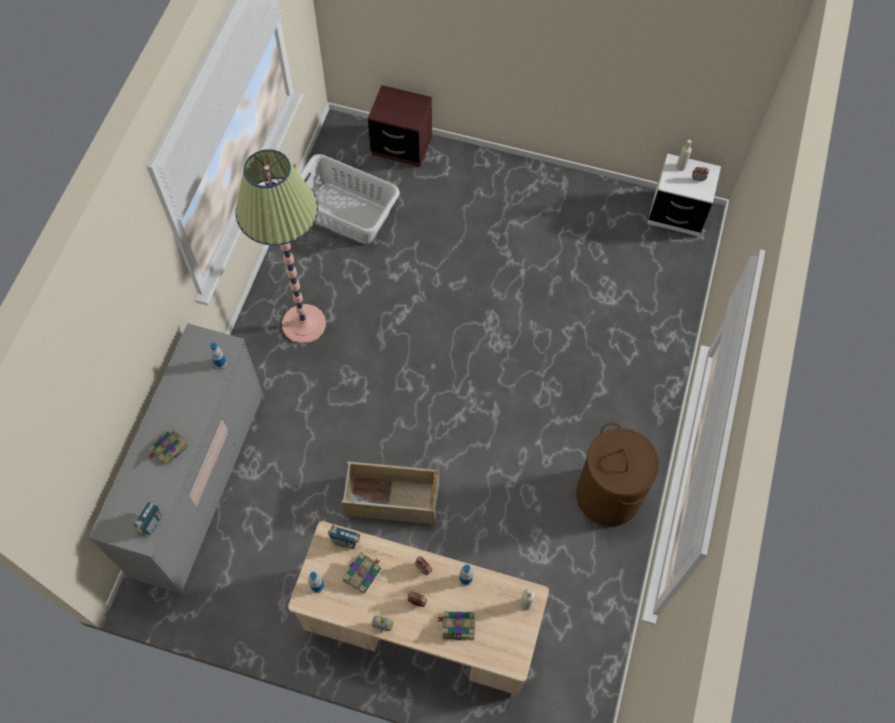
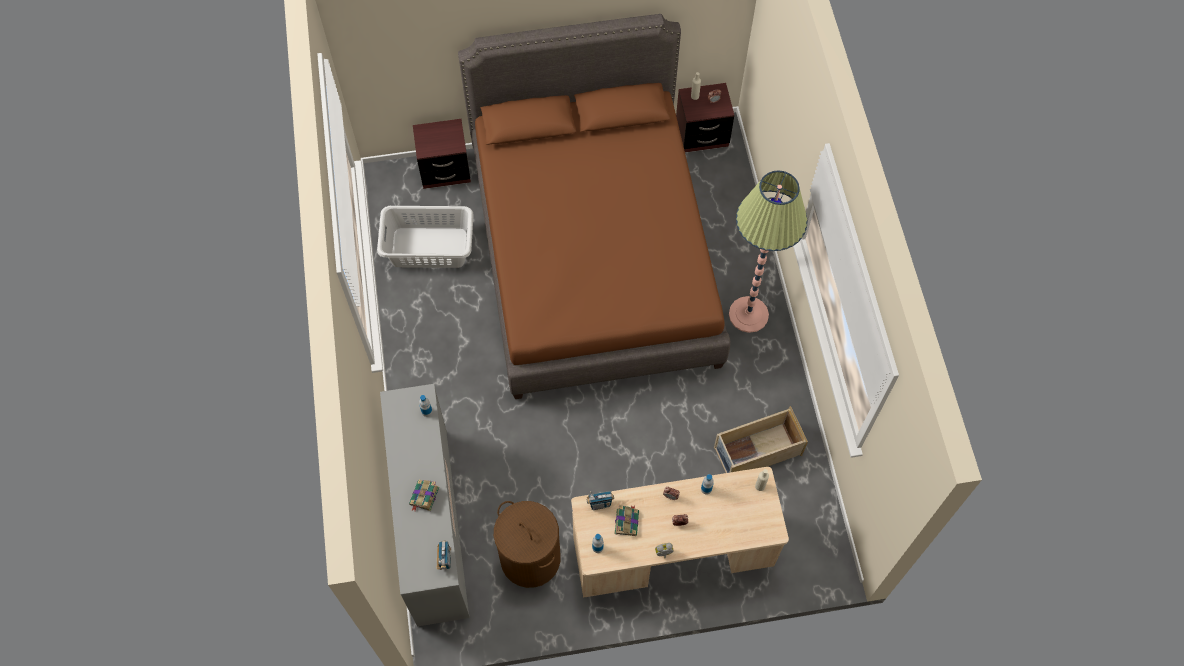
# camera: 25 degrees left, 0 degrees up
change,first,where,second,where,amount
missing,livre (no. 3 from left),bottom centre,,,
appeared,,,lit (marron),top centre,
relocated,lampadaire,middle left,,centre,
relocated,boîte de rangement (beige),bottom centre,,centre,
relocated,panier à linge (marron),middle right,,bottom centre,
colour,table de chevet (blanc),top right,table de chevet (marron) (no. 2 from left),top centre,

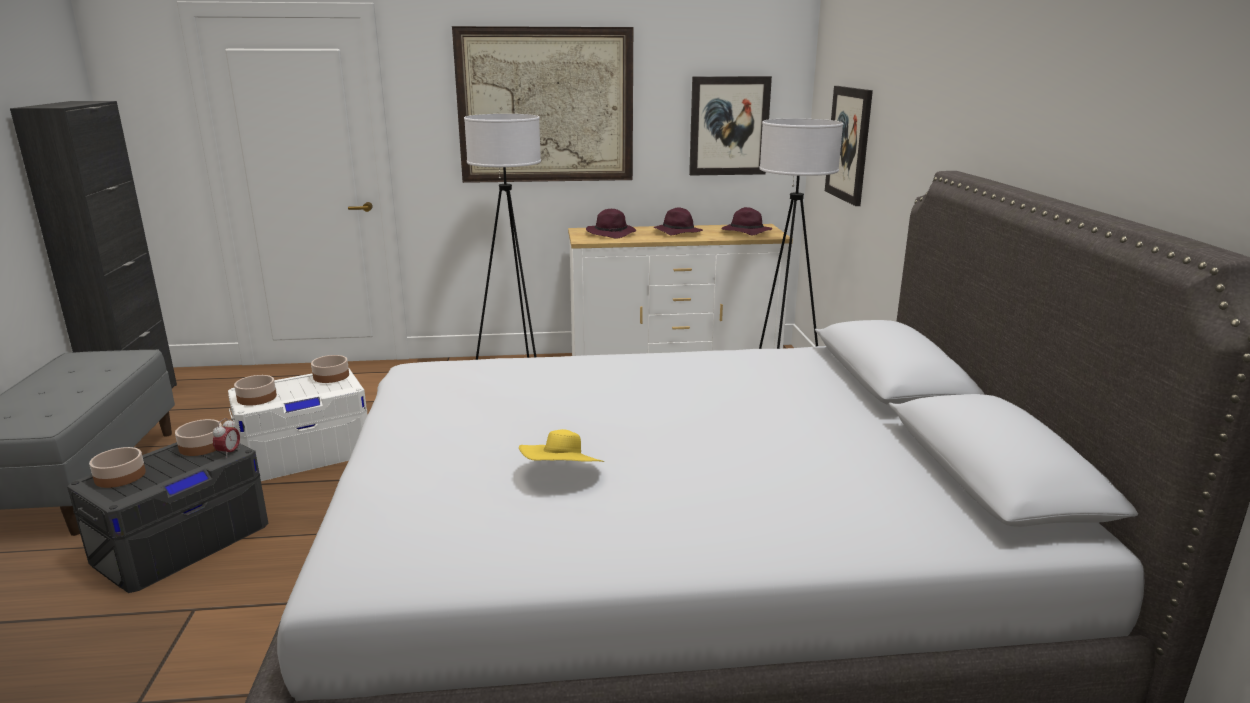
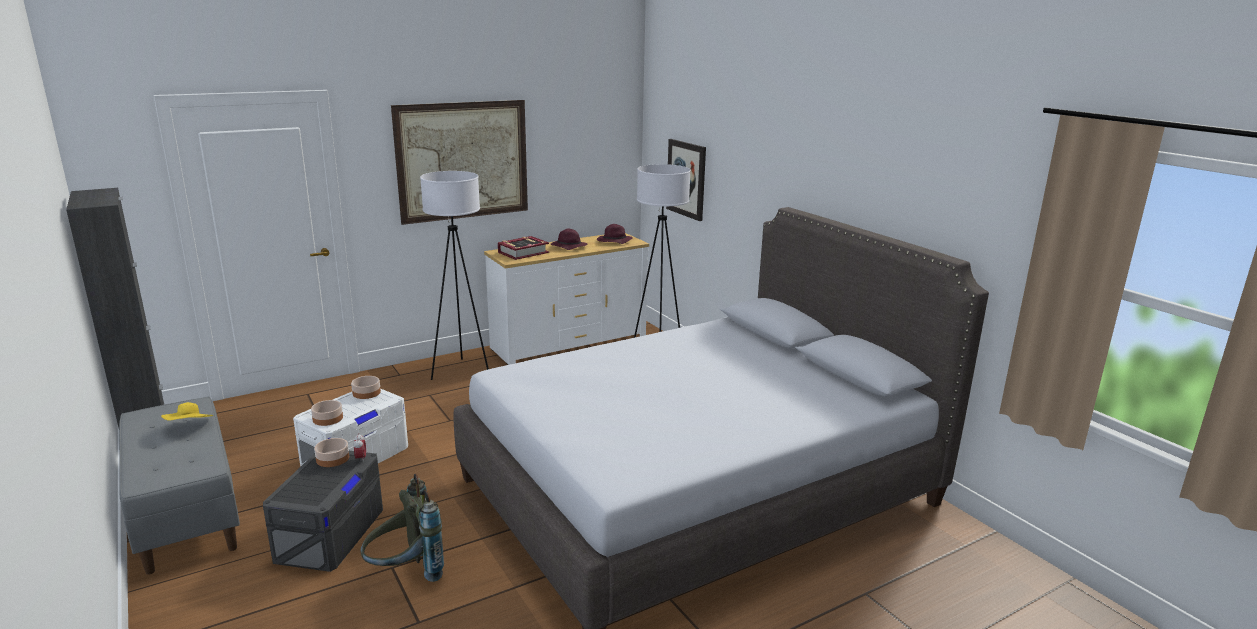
# camera: 25 degrees left, 0 degrees up
change,first,where,second,where,amount
missing,bol (no. 1 from left),middle left,,,
missing,tableau (no. 2 from left),top centre,,,
appeared,,,sac à dos (gris),bottom left,
relocated,chapeau (jaune),centre,,middle left,
exchanged,chapeau (violet) (no. 1 from left),top centre,livre,centre,

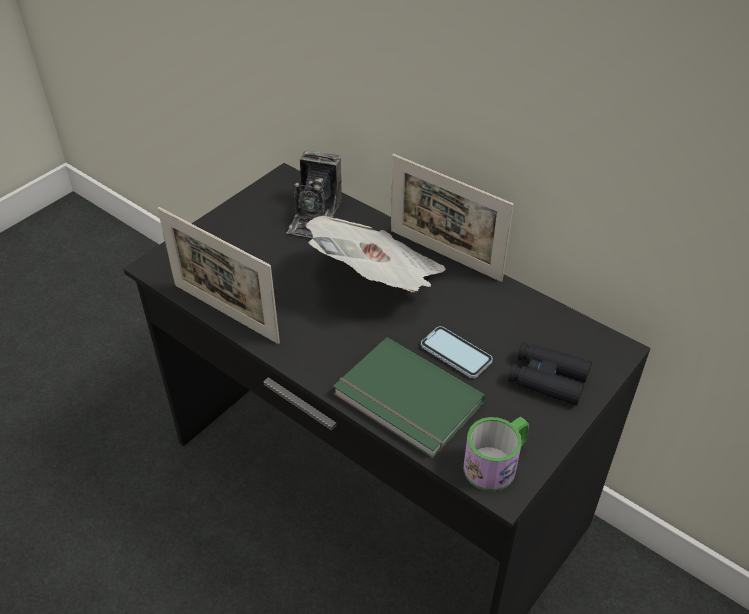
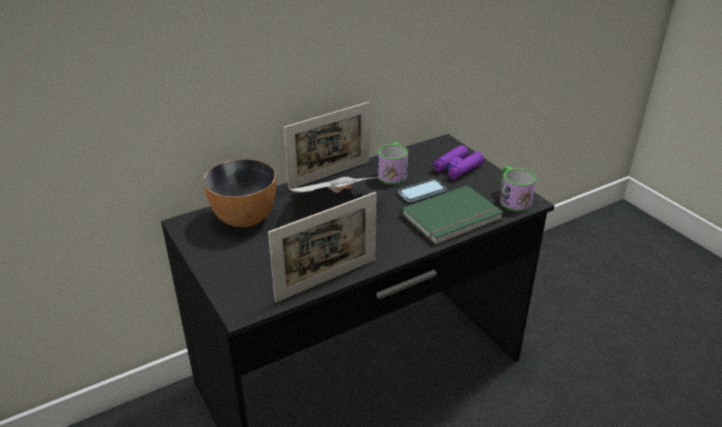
# camera: 70 degrees left, 10 degrees down
change,first,where,second,where,amount
appeared,,,mug (no. 1 from left),centre,
exchanged,appareil photo,top centre,bol,middle left,
colour,jumelles (noir),middle right,jumelles (violet),centre,

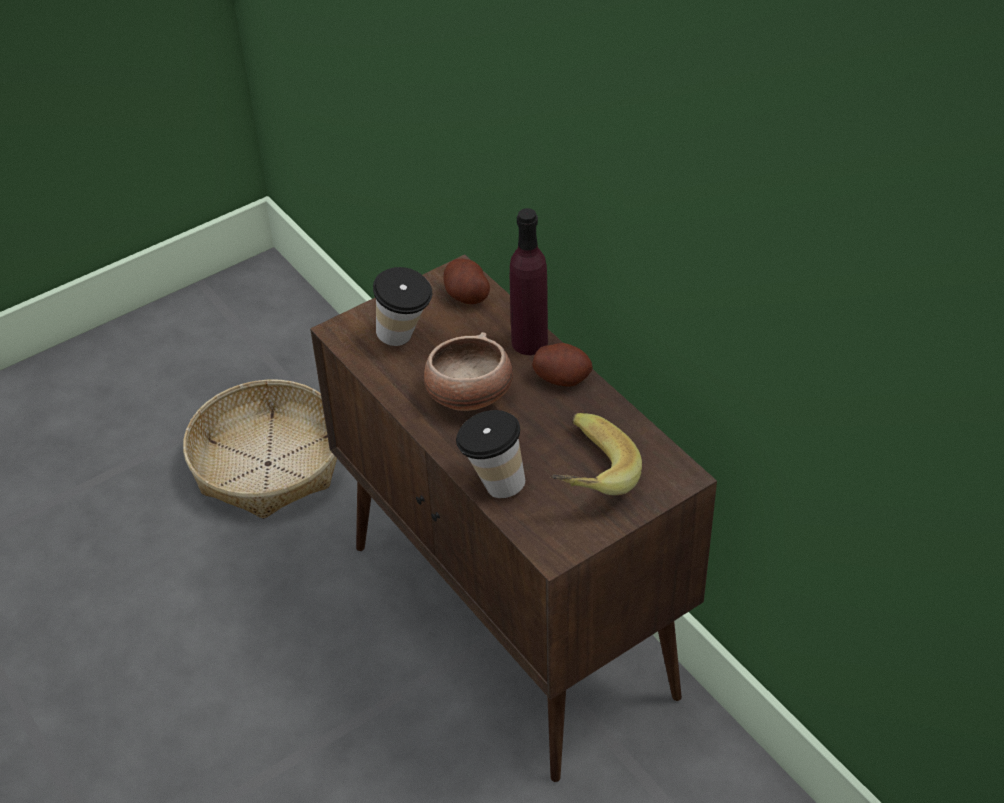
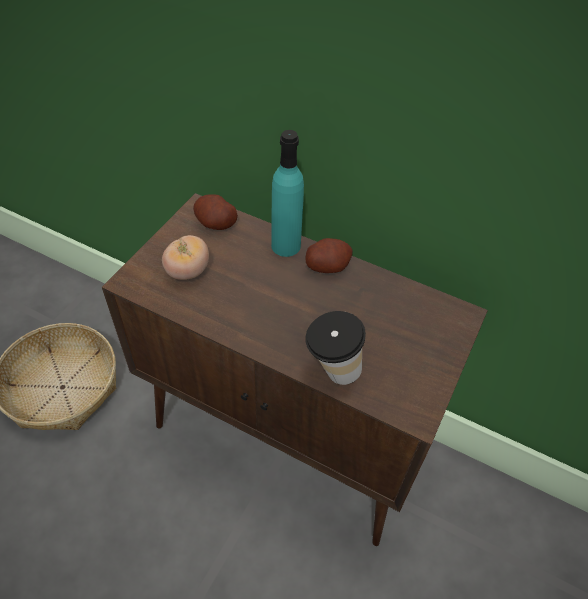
# camera: 30 degrees left, 5 degrees up
change,first,where,second,where,amount
missing,bol,centre,,,
missing,banane,centre,,,
exchanged,tasse (no. 1 from left),centre,tomate,middle left,
colour,bouteille (violet),centre,bouteille (turquoise),top centre,

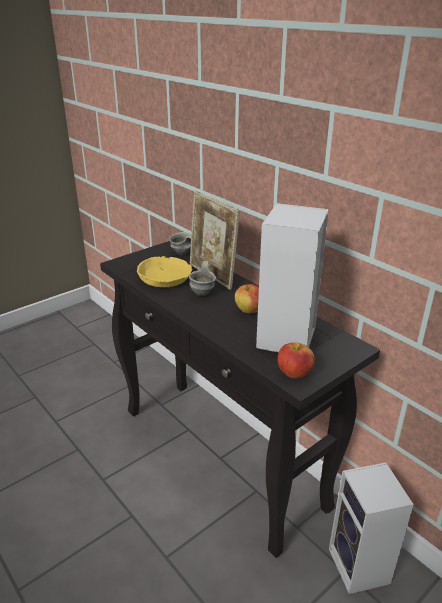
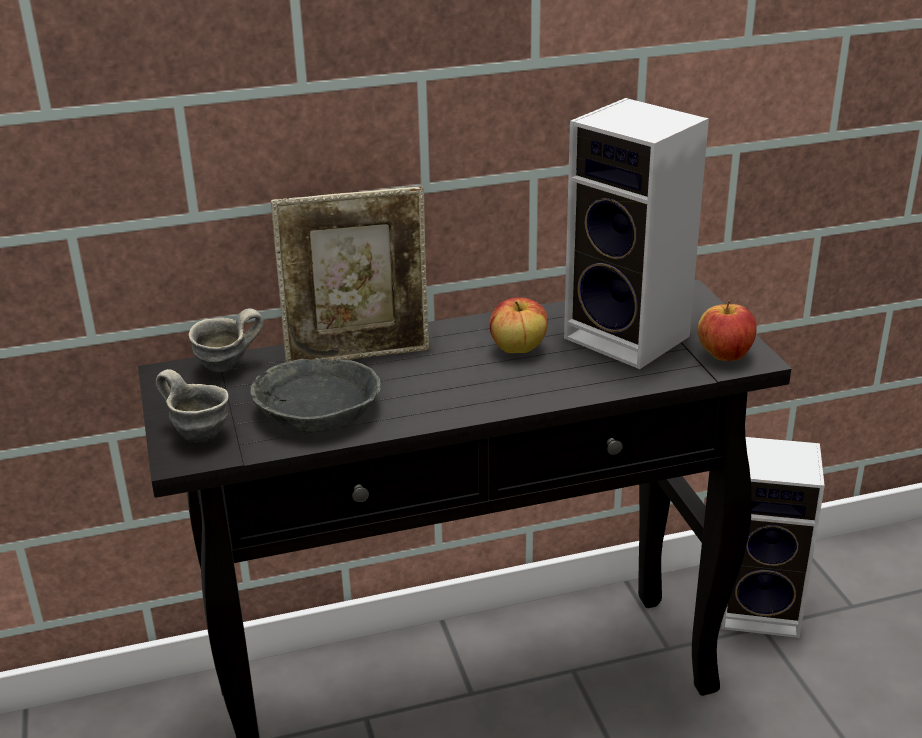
# camera: 65 degrees left, 0 degrees up
change,first,where,second,where,amount
relocated,mug (gris) (no. 2 from left in the first image),centre,mug (gris) (no. 1 from left),middle left,
colour,bol (jaune),centre,bol (gris),centre,

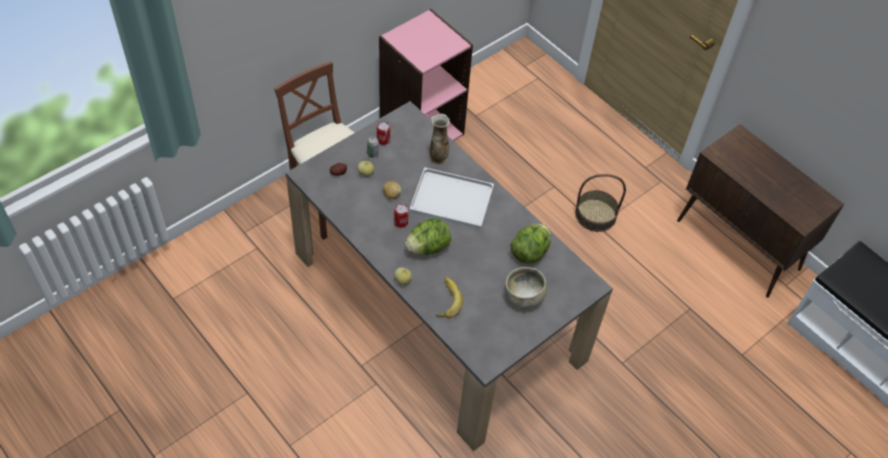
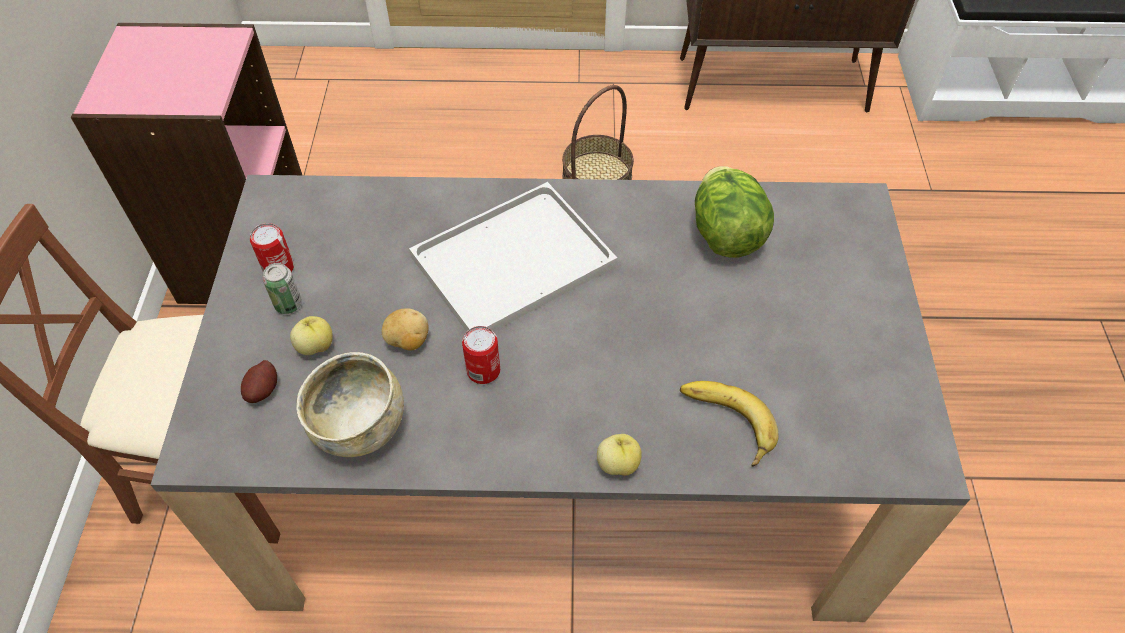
# camera: 45 degrees left, 0 degrees up
change,first,where,second,where,amount
missing,laitue (no. 1 from left),centre,,,
missing,vase,top centre,,,
relocated,bol (beige),centre,,middle left,

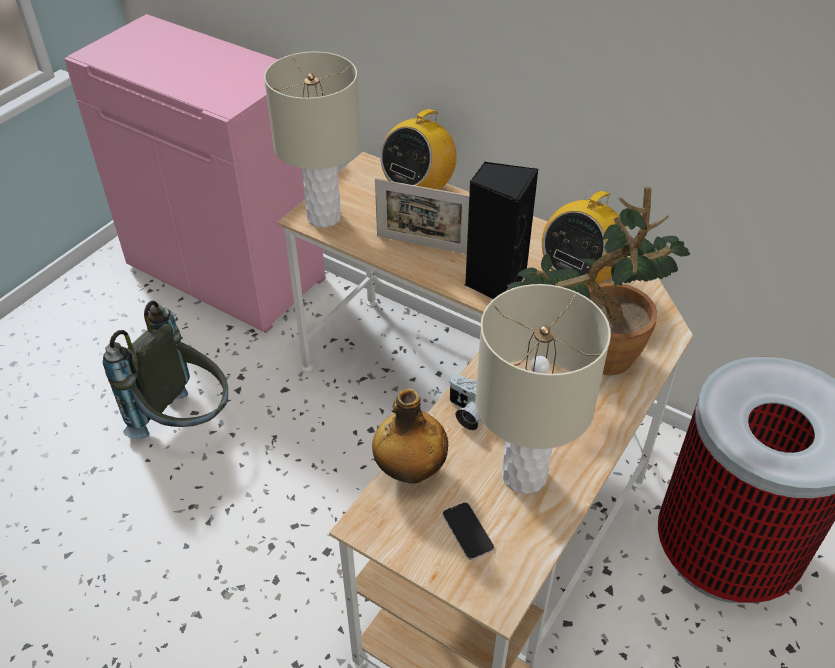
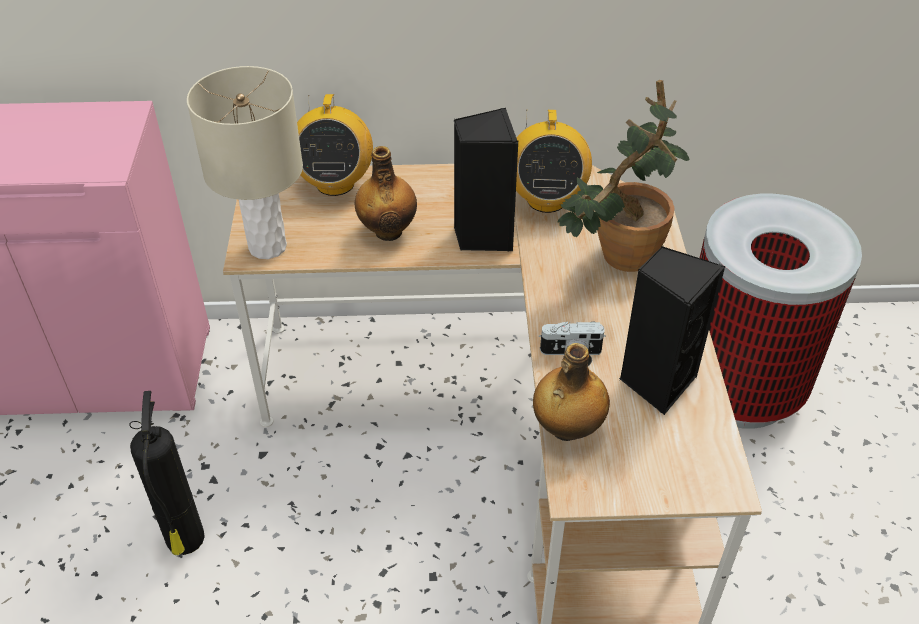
# camera: 35 degrees left, 0 degrees up
change,first,where,second,where,amount
missing,téléphone,bottom centre,,,
exchanged,sac à dos (gris),middle left,extincteur,bottom left,
exchanged,cadre photo,top centre,bouteille (no. 1 from left),top centre,
exchanged,lampe de table (beige) (no. 2 from left),centre,enceinte (noir) (no. 2 from left),middle right,

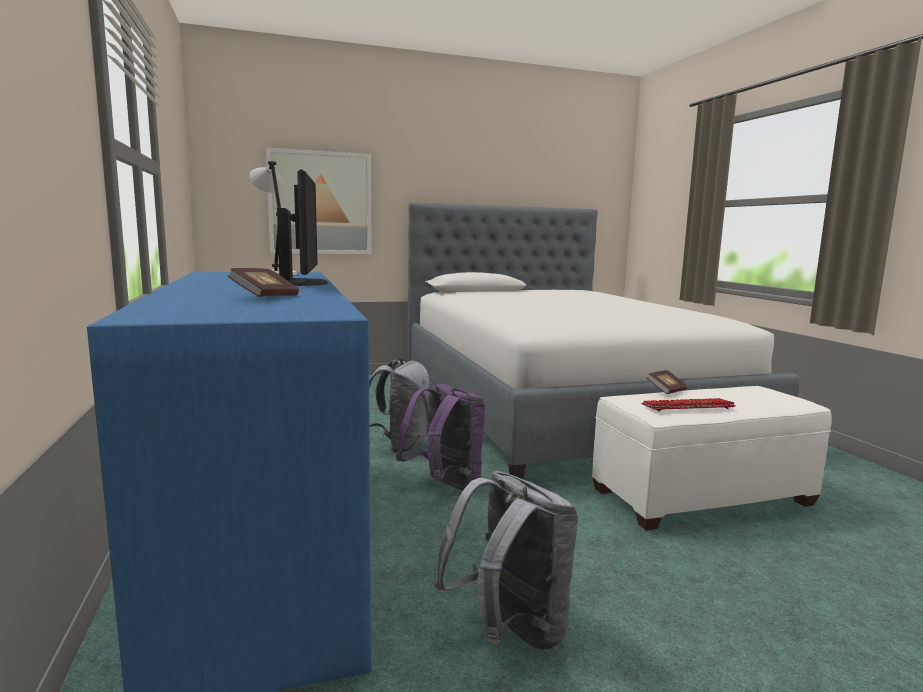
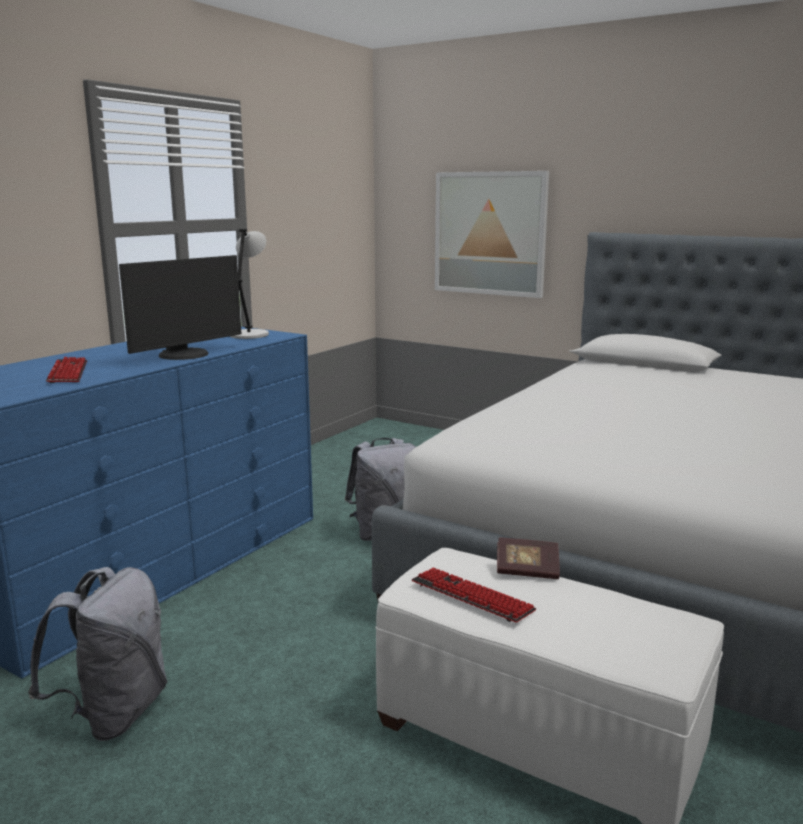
# camera: 50 degrees right, 5 degrees up
change,first,where,second,where,amount
missing,sac à dos (violet),centre,,,
exchanged,livre (no. 1 from left),middle left,clavier (no. 1 from left),middle left,

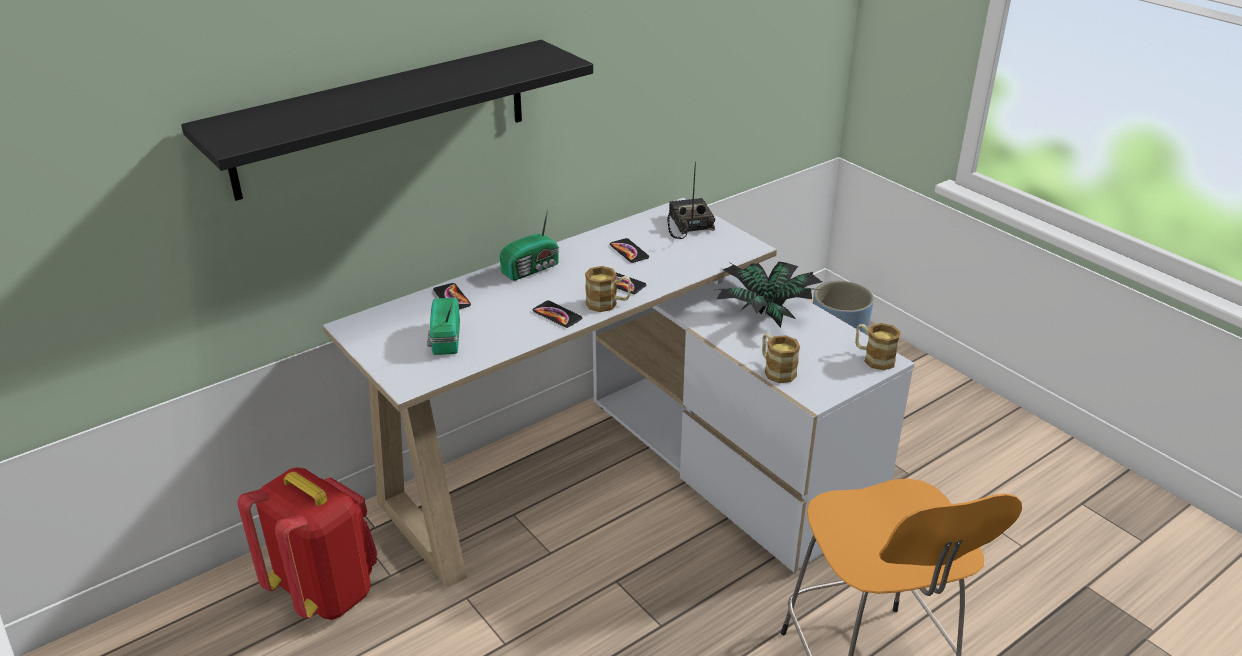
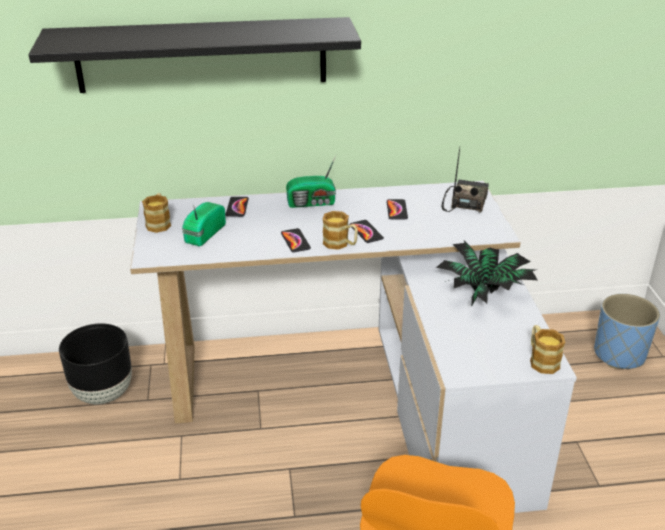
# camera: 30 degrees right, 0 degrees up
change,first,where,second,where,amount
relocated,mug (no. 2 from left in the first image),centre,mug (no. 1 from left),middle left,
exchanged,sac à dos (rouge),bottom left,cache-pot (noir),bottom left,

